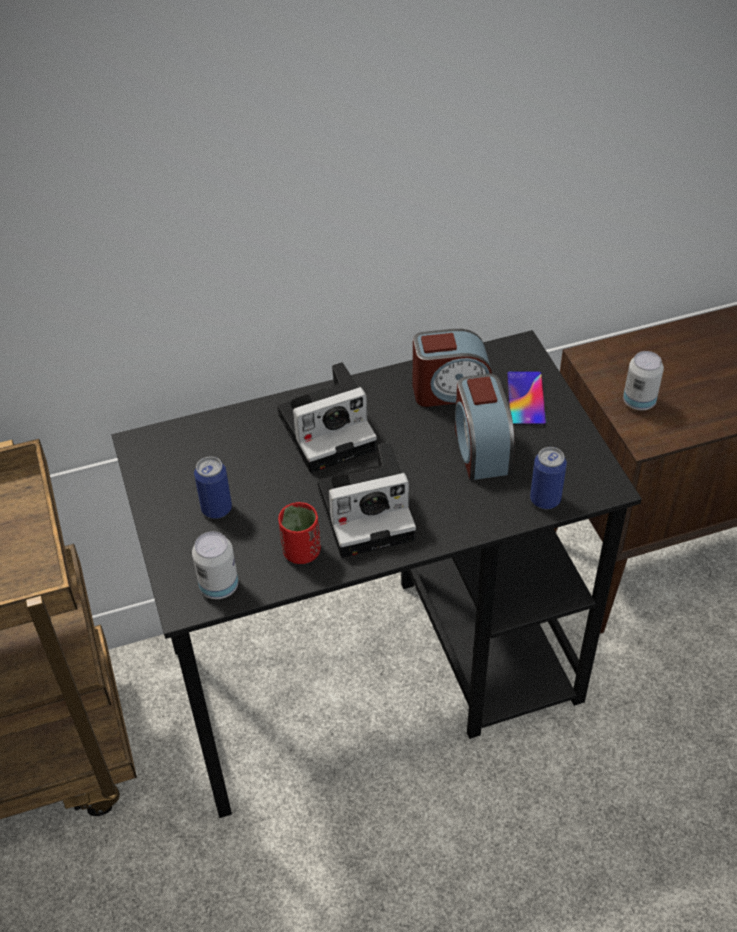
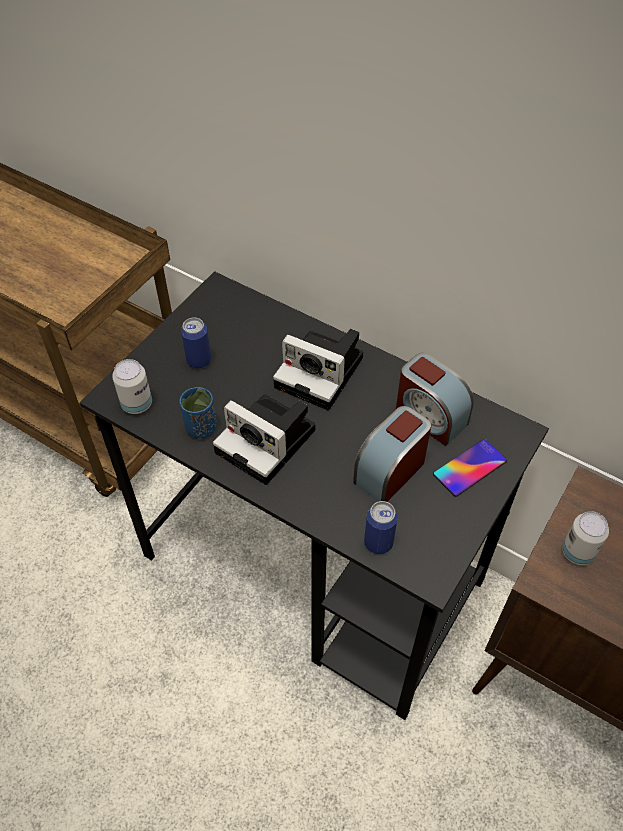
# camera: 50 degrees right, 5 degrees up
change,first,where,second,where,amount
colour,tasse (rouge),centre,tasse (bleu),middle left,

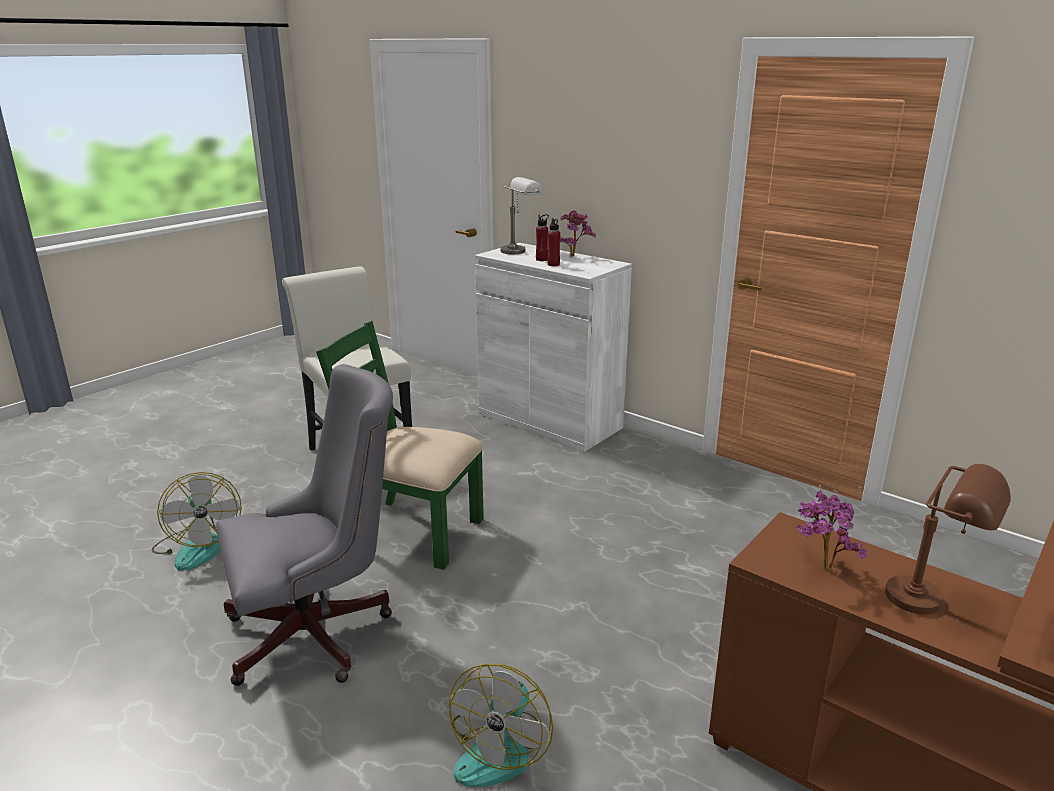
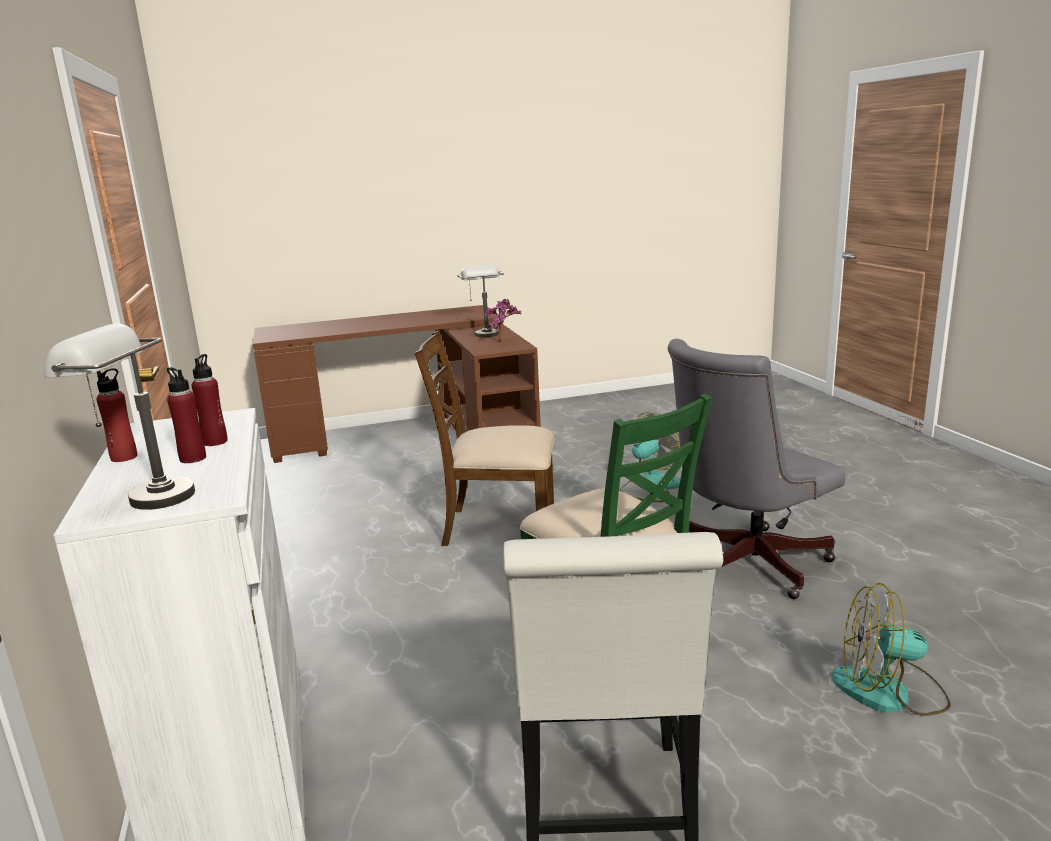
# camera: 145 degrees left, 5 degrees down
change,first,where,second,where,amount
appeared,,,chaise (marron),centre,
exchanged,plante en pot (no. 1 from left),top centre,bouteille (rouge) (no. 1 from left),middle left,
colour,lampe de table (marron),bottom right,lampe de table (gris) (no. 2 from left),centre,
spun,ventilateur (no. 1 from left in the first image),middle left,ventilateur (no. 2 from left),bottom right,90 degrees counterclockwise
spun,chaise de bureau (gris),middle left,,middle right,45 degrees counterclockwise

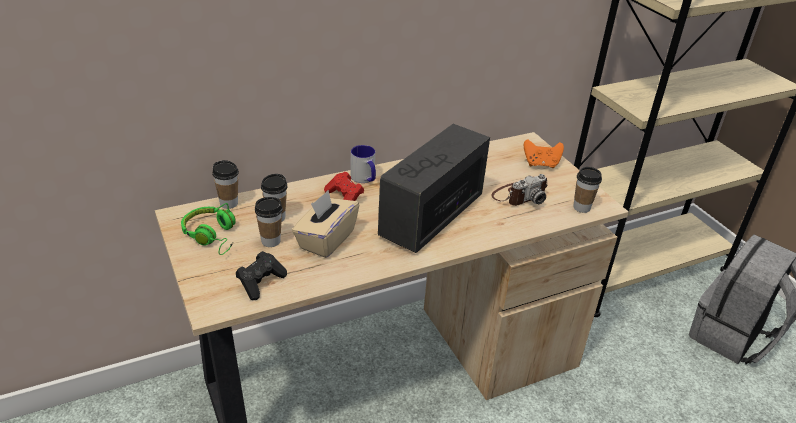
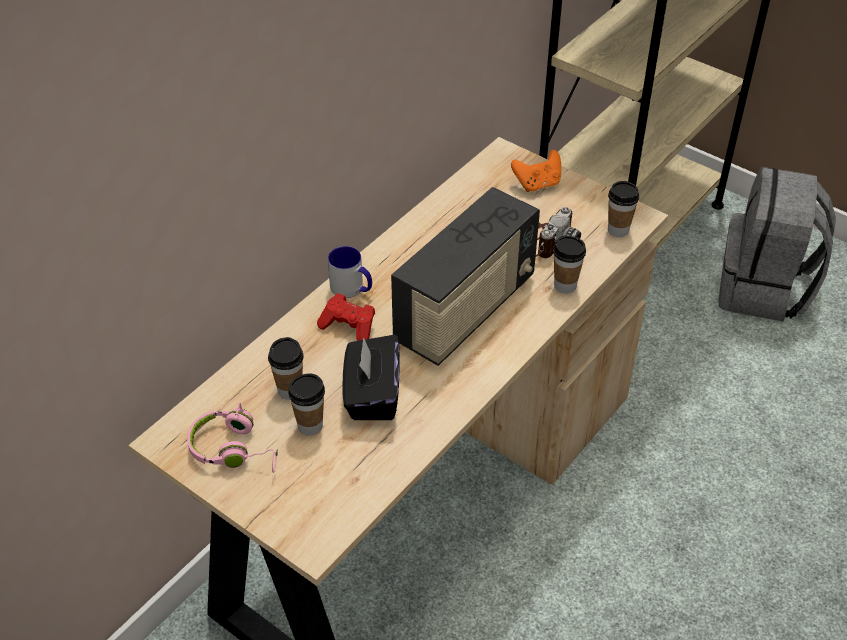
# camera: 25 degrees left, 10 degrees up
change,first,where,second,where,amount
missing,manette (noir),middle left,,,
relocated,tasse (no. 1 from left in the first image),middle left,tasse (no. 3 from left),middle right,
colour,casque audio (vert),middle left,casque audio (rose),bottom left,
colour,boîte à mouchoirs (beige),centre,boîte à mouchoirs (noir),centre,
spun,radio,centre,,centre,150 degrees counterclockwise

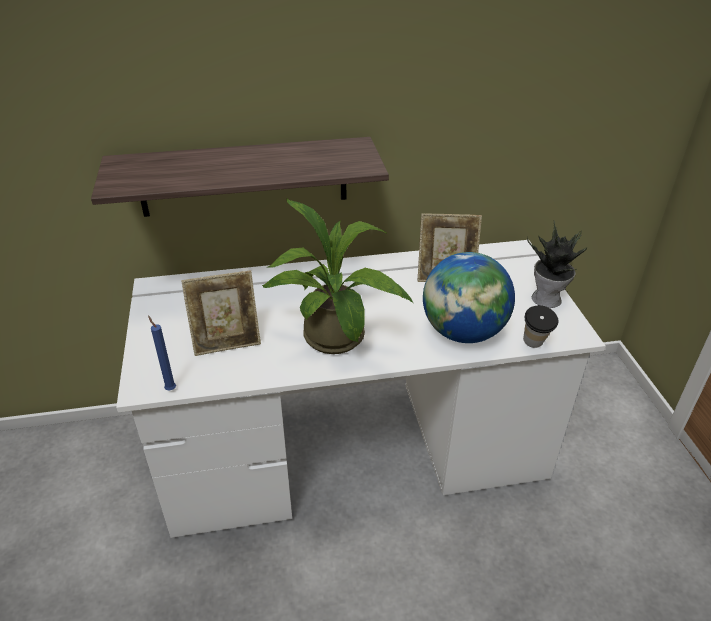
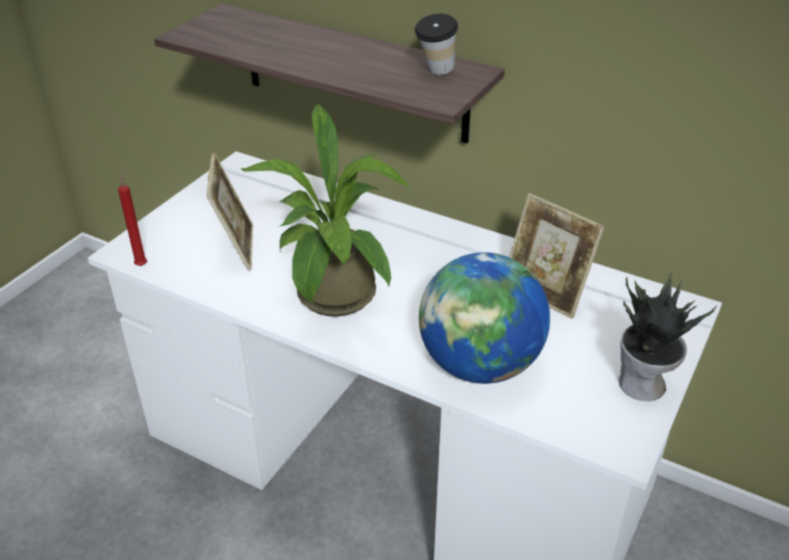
# camera: 40 degrees right, 0 degrees up
change,first,where,second,where,amount
relocated,tasse,middle right,,top centre,
colour,bougie (bleu),middle left,bougie (rouge),middle left,
spun,cadre photo (no. 1 from left),middle left,,middle left,120 degrees counterclockwise

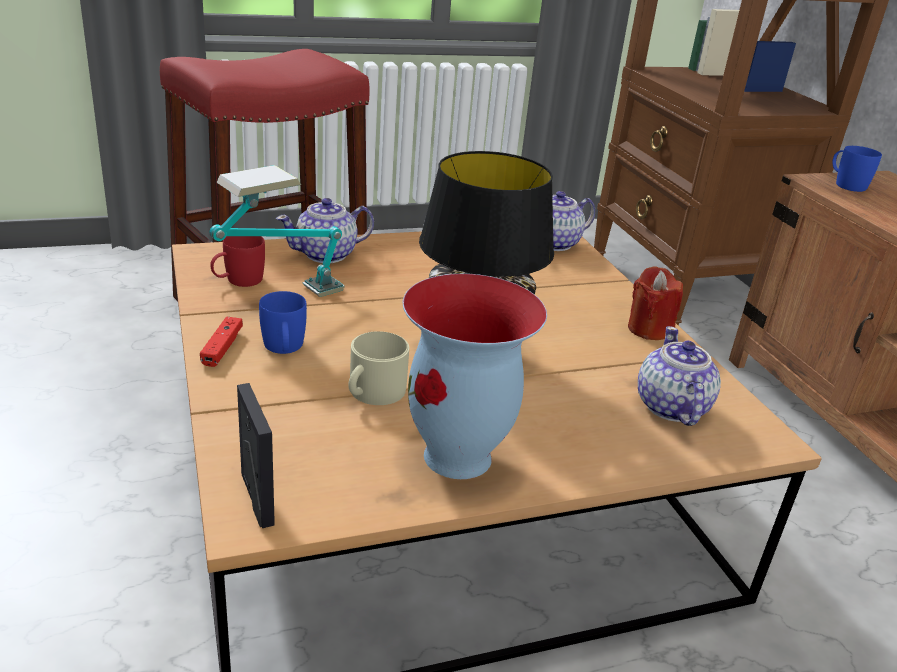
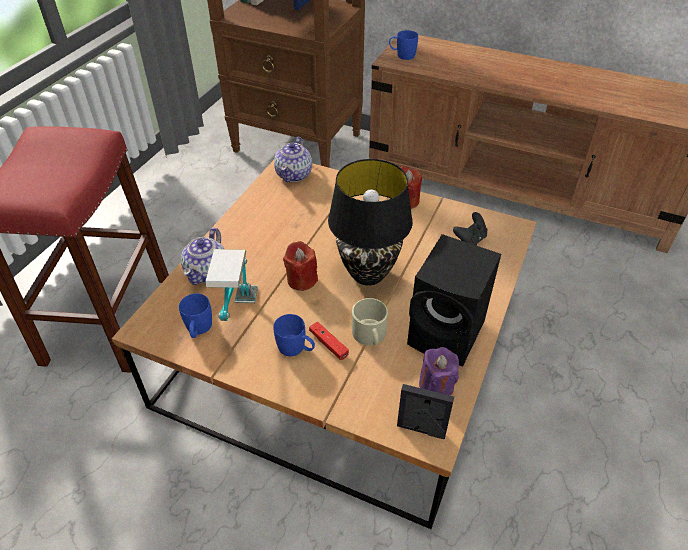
# camera: 45 degrees left, 15 degrees up
change,first,where,second,where,amount
appeared,,,bougie (rouge) (no. 1 from left),centre,
appeared,,,bougie (violet),bottom centre,
relocated,manette (rouge),middle left,,centre,
exchanged,vase,centre,enceinte (noir),centre,
exchanged,théière (no. 3 from left),middle right,manette (noir),middle right,
colour,mug (rouge),middle left,mug (bleu) (no. 1 from left),middle left,

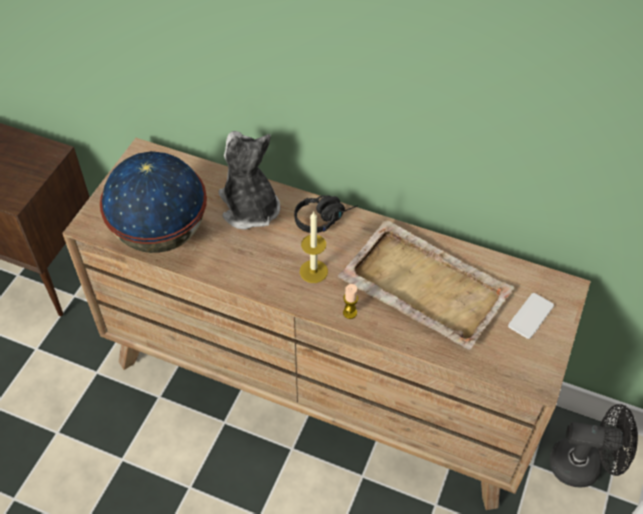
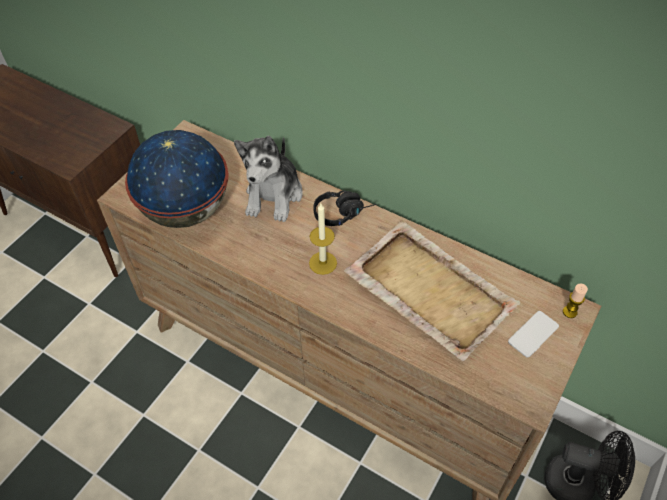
# camera: 10 degrees right, 0 degrees up
change,first,where,second,where,amount
relocated,bougie (no. 2 from left),centre,,middle right,
spun,peluche,centre,,centre,150 degrees counterclockwise

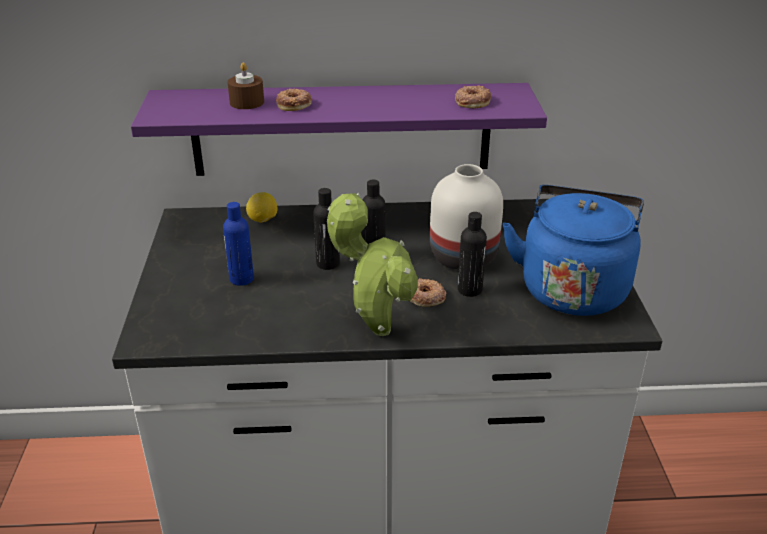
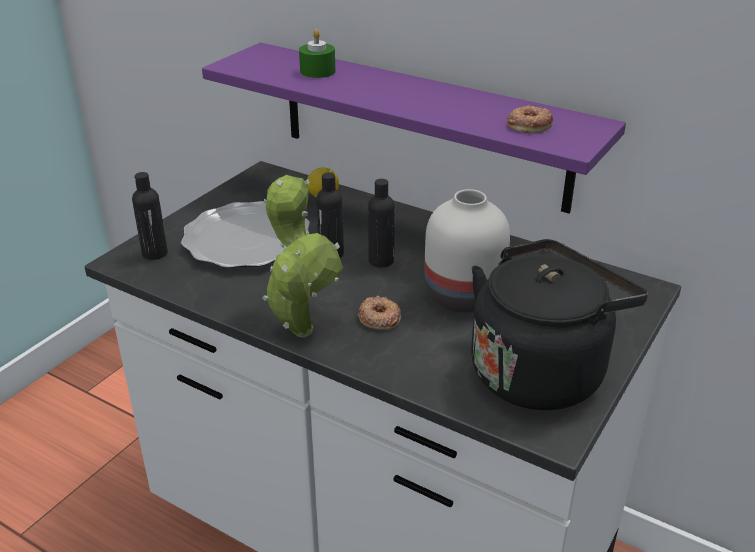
# camera: 35 degrees right, 0 degrees up
change,first,where,second,where,amount
missing,beignet (no. 1 from left),top centre,,,
relocated,bouteille (noir) (no. 3 from left in the first image),centre,bouteille (noir) (no. 1 from left),middle left,
exchanged,bouteille (bleu),middle left,assiette,middle left,
colour,bougie (marron),top left,bougie (vert),top centre,
colour,bouilloire (bleu),middle right,bouilloire (noir),middle right,

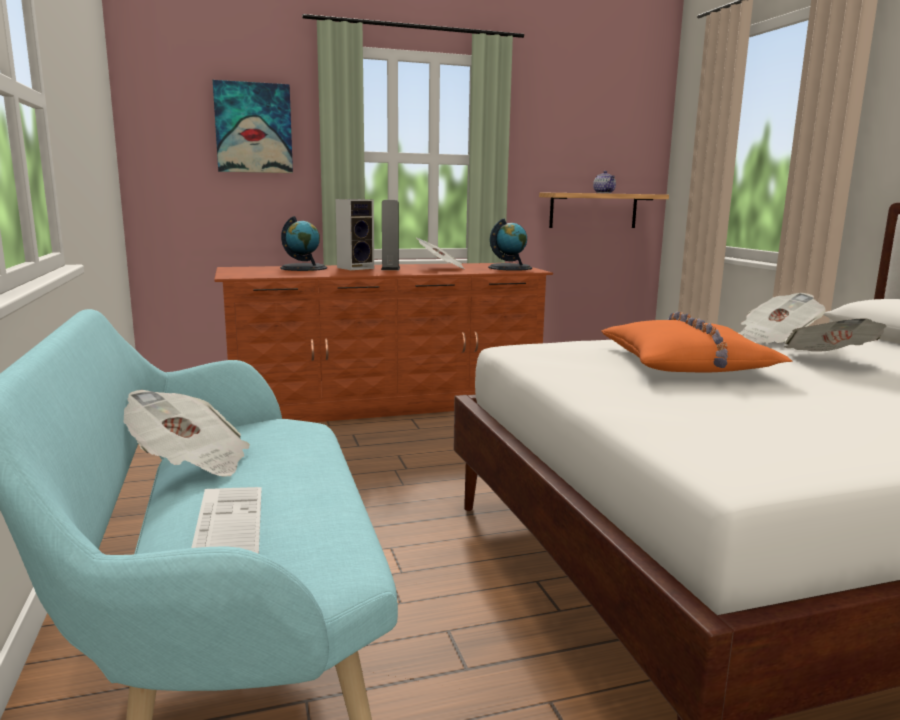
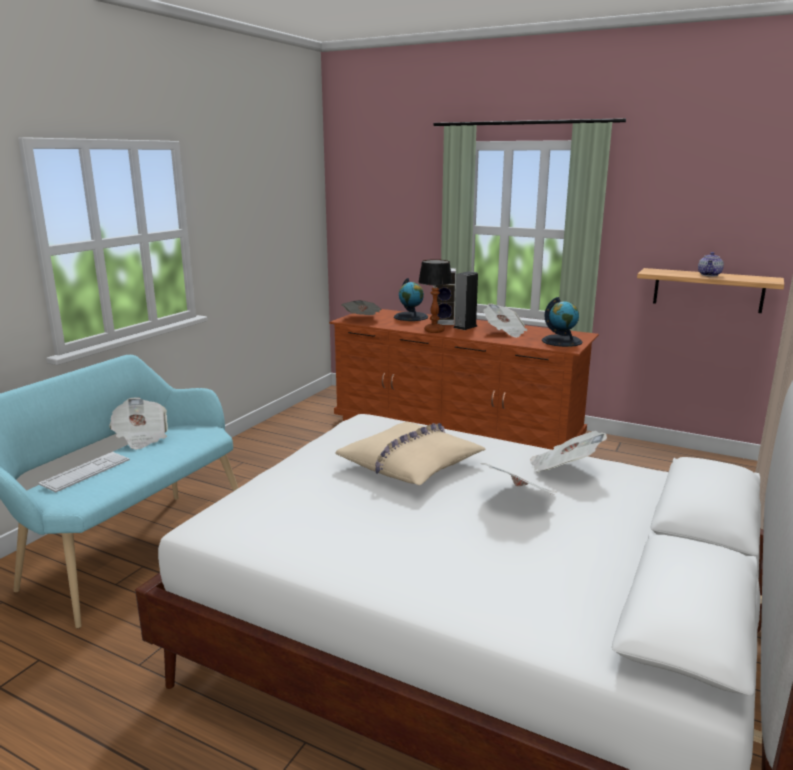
# camera: 45 degrees right, 5 degrees up
change,first,where,second,where,amount
missing,tableau,top left,,,
appeared,,,journal (no. 2 from left),centre,
appeared,,,lampe de table,centre,
colour,coussin (orange),middle right,coussin (beige),centre,

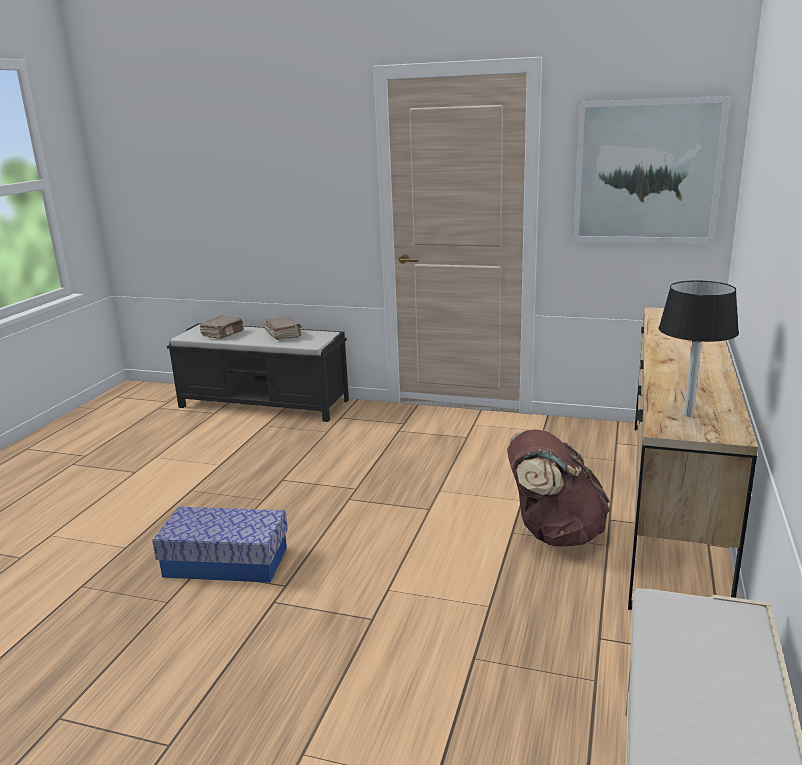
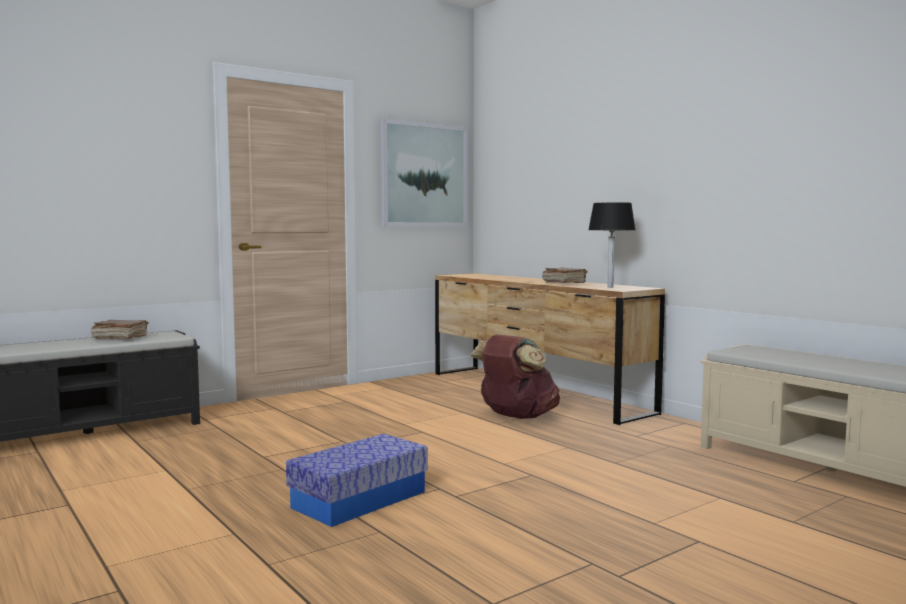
# camera: 55 degrees left, 15 degrees down
change,first,where,second,where,amount
relocated,livre (marron) (no. 1 from left in the first image),middle left,livre (marron) (no. 2 from left),centre,

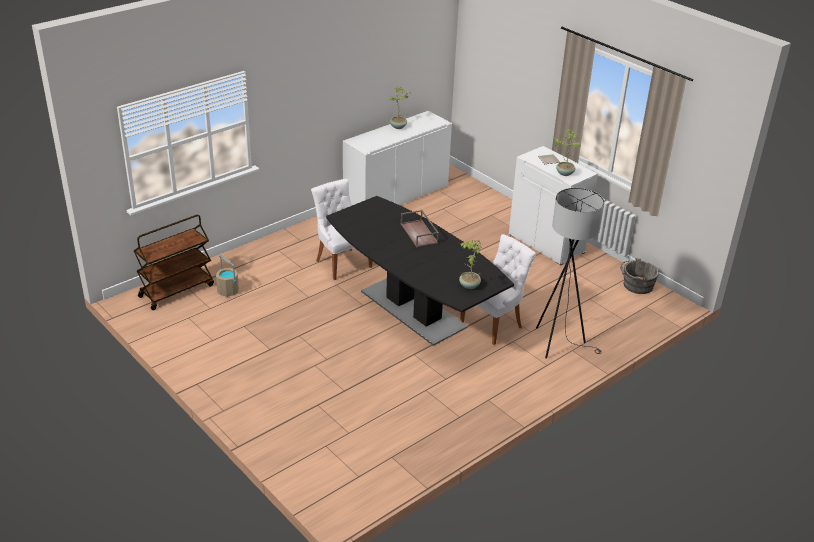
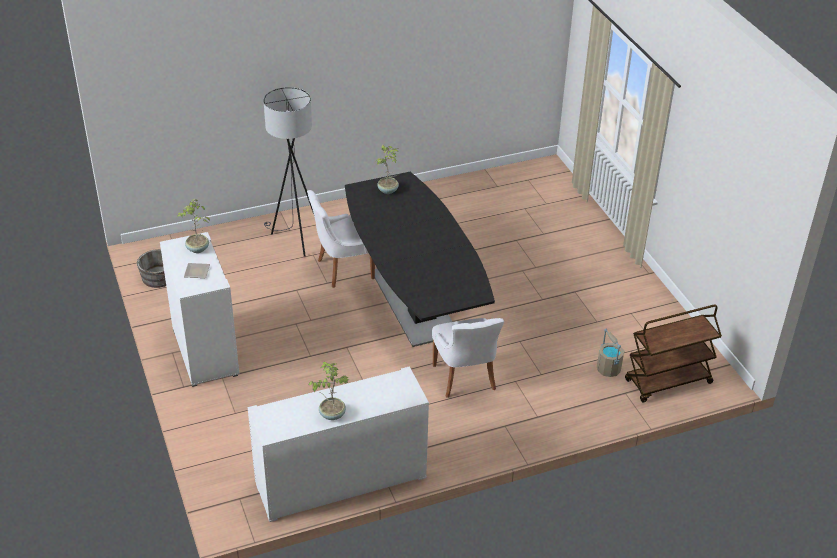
# camera: 160 degrees left, 5 degrees up
change,first,where,second,where,amount
missing,plateau (marron),centre,,,

